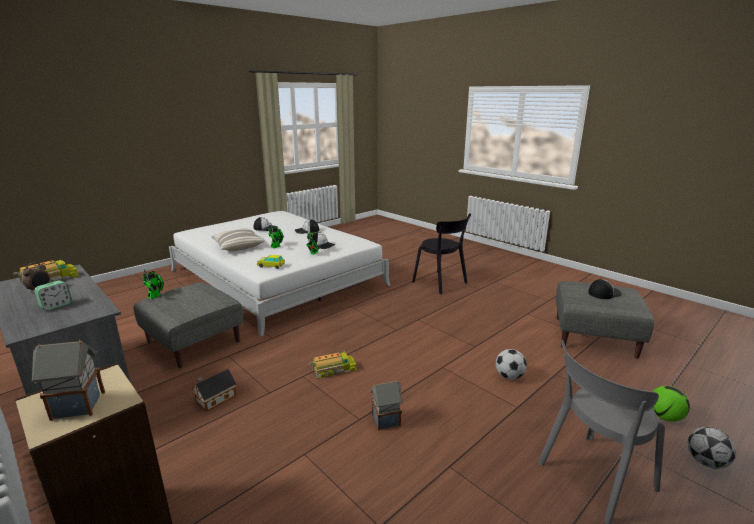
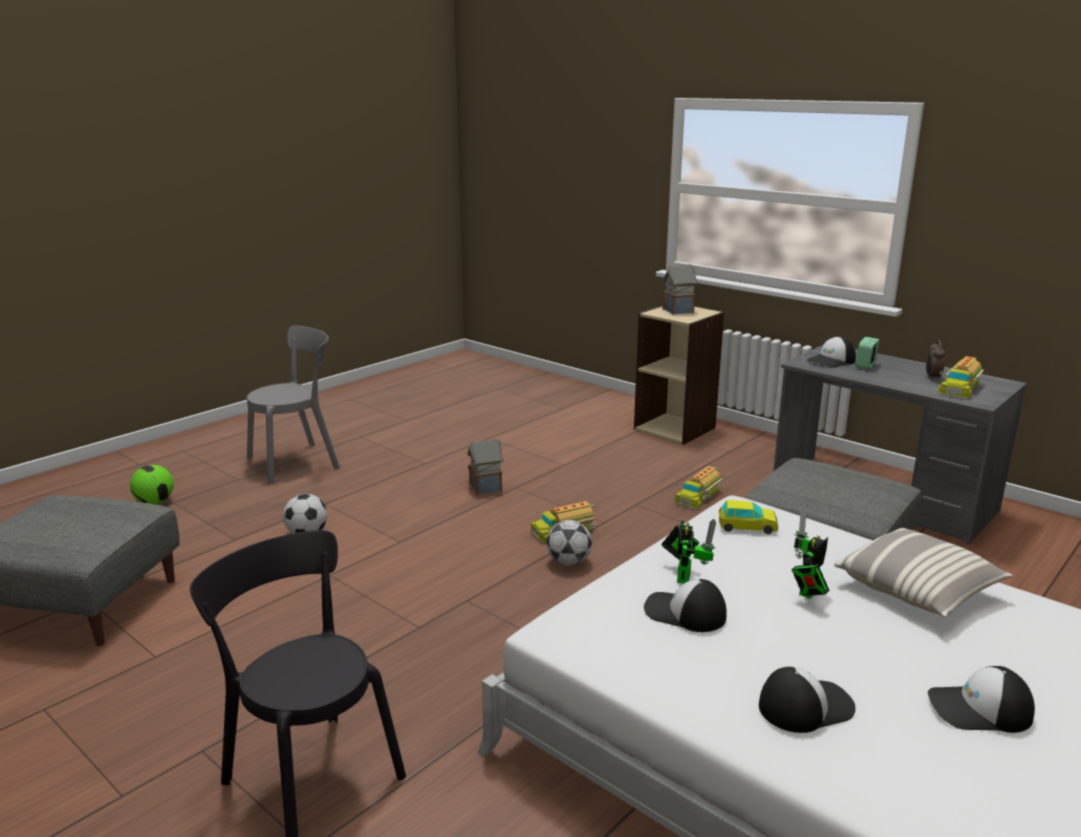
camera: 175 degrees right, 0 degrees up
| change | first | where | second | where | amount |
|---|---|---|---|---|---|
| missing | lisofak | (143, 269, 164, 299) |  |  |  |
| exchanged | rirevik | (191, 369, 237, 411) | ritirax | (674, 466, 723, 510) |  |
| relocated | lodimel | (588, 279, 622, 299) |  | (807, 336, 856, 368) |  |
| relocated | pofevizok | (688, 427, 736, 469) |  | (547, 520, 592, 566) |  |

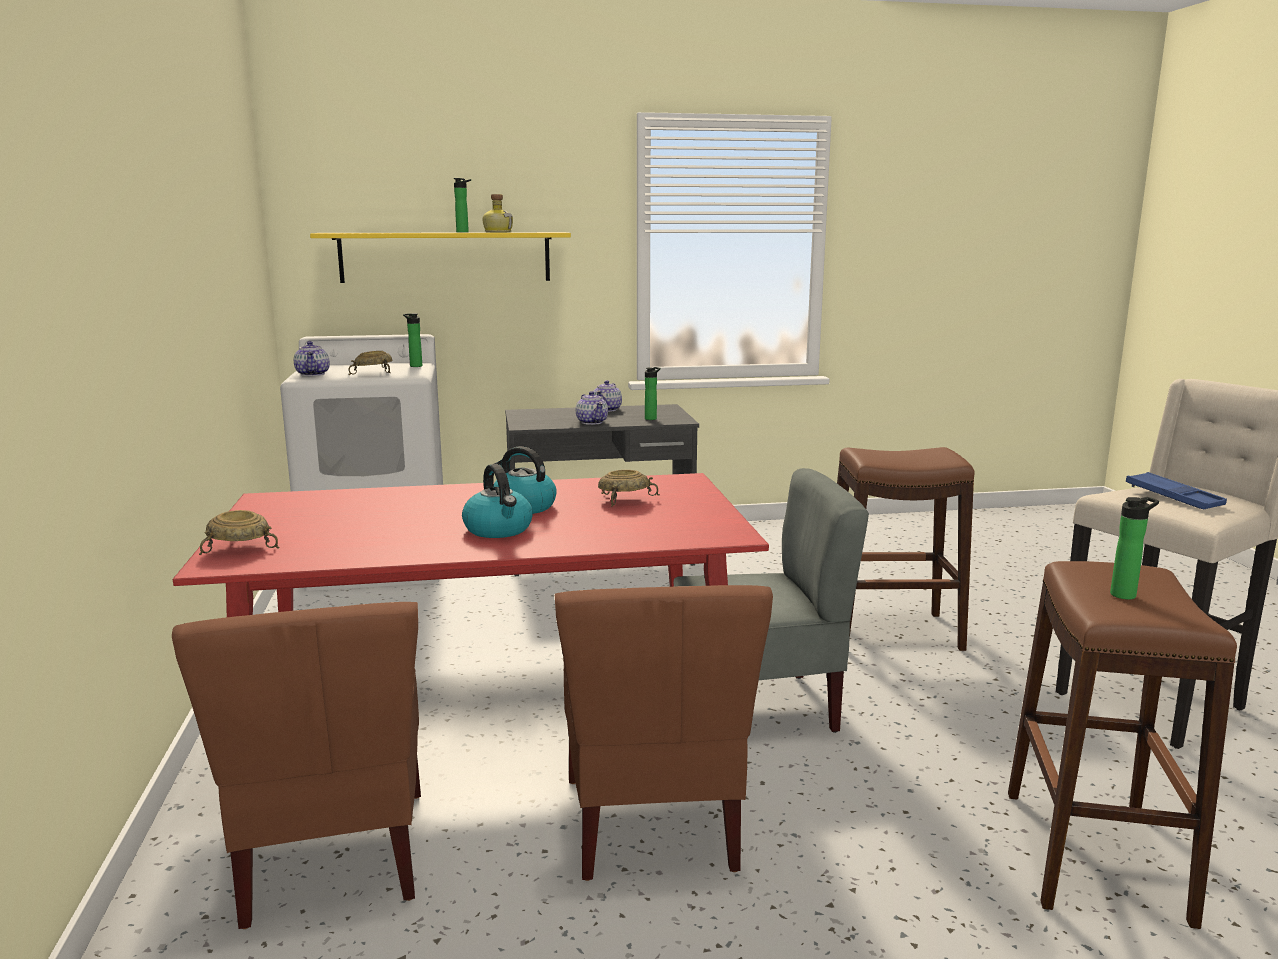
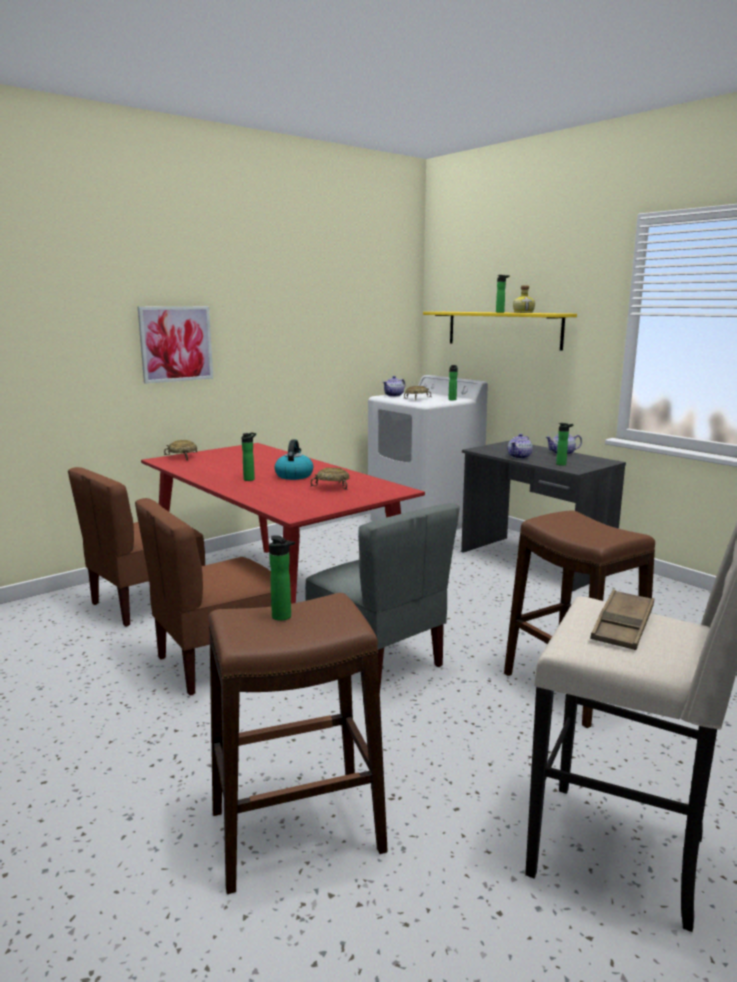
camera: 60 degrees right, 0 degrees up
| change | first | where | second | where | amount |
|---|---|---|---|---|---|
| exchanged | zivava | (462, 464, 533, 538) | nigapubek | (242, 433, 256, 481) |  |
| colour | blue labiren | (1126, 472, 1227, 509) | brown labiren | (590, 589, 654, 650) |  |
| appeared |  |  | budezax | (138, 306, 213, 384) |  |

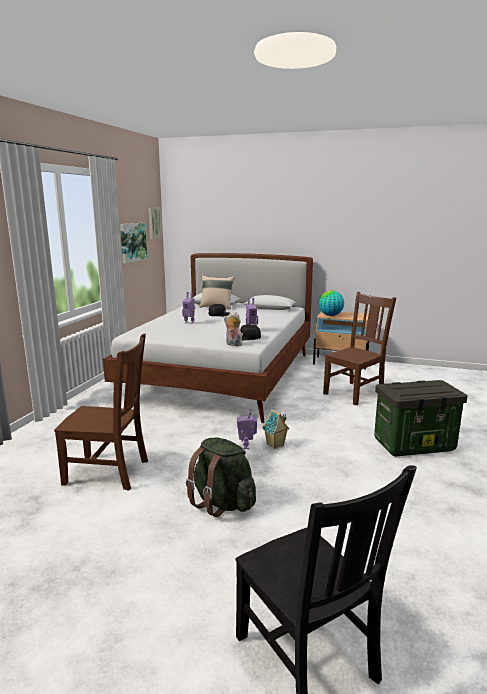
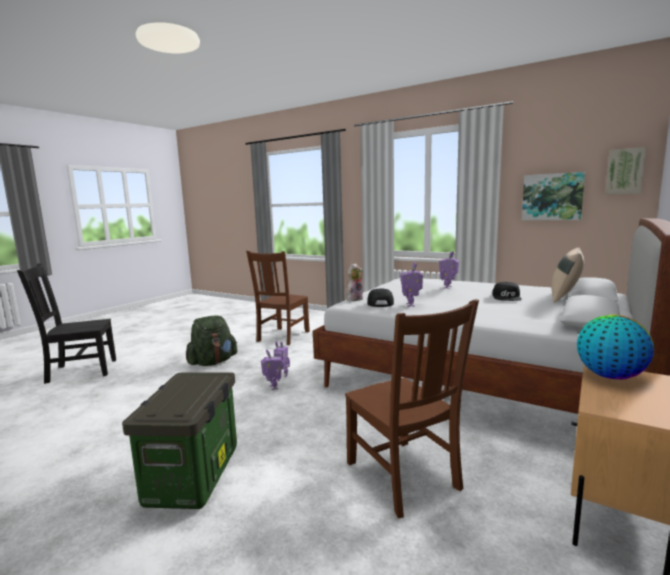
camera: 105 degrees right, 5 degrees down
| change | first | where | second | where | amount |
|---|---|---|---|---|---|
| exchanged | rirevik | (262, 409, 289, 449) | lisofak | (261, 350, 282, 390) |  |

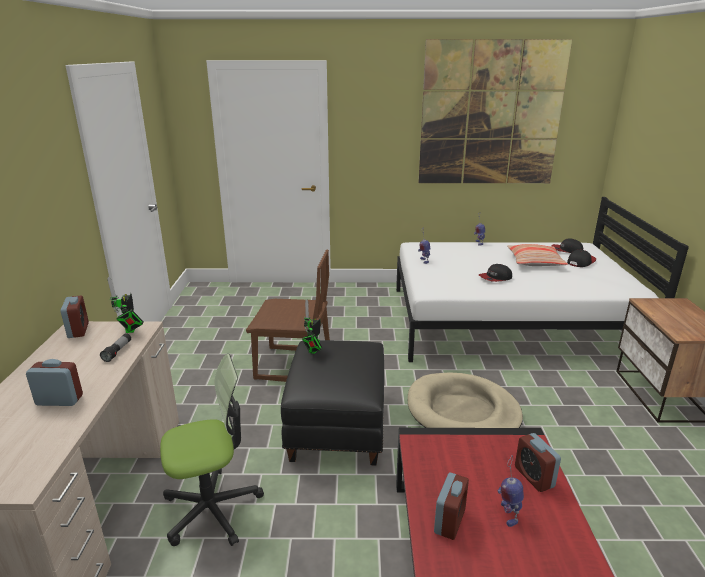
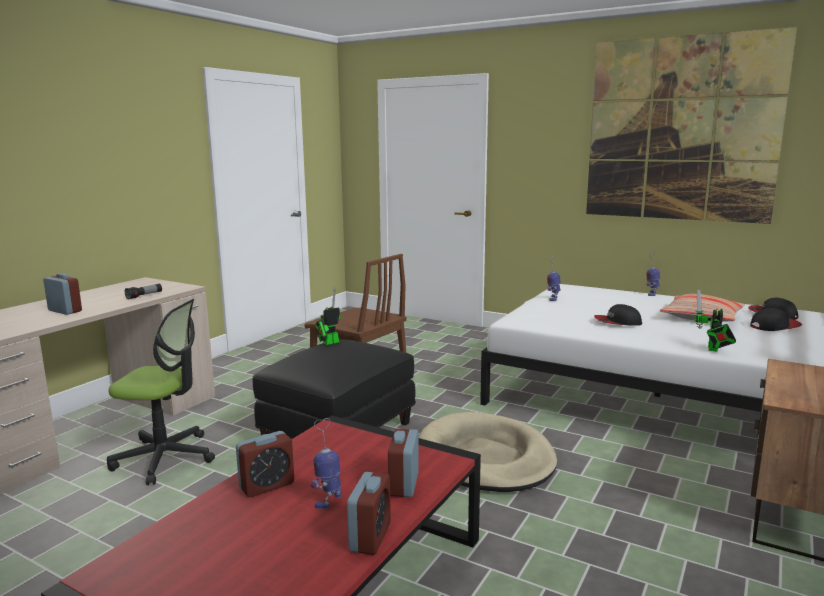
camera: 30 degrees right, 10 degrees down
| change | first | where | second | where | amount |
|---|---|---|---|---|---|
| relocated | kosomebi | (61, 295, 89, 338) |  | (347, 472, 391, 555) |  |
| relocated | lisofak | (107, 277, 144, 333) |  | (694, 289, 736, 352) |  |

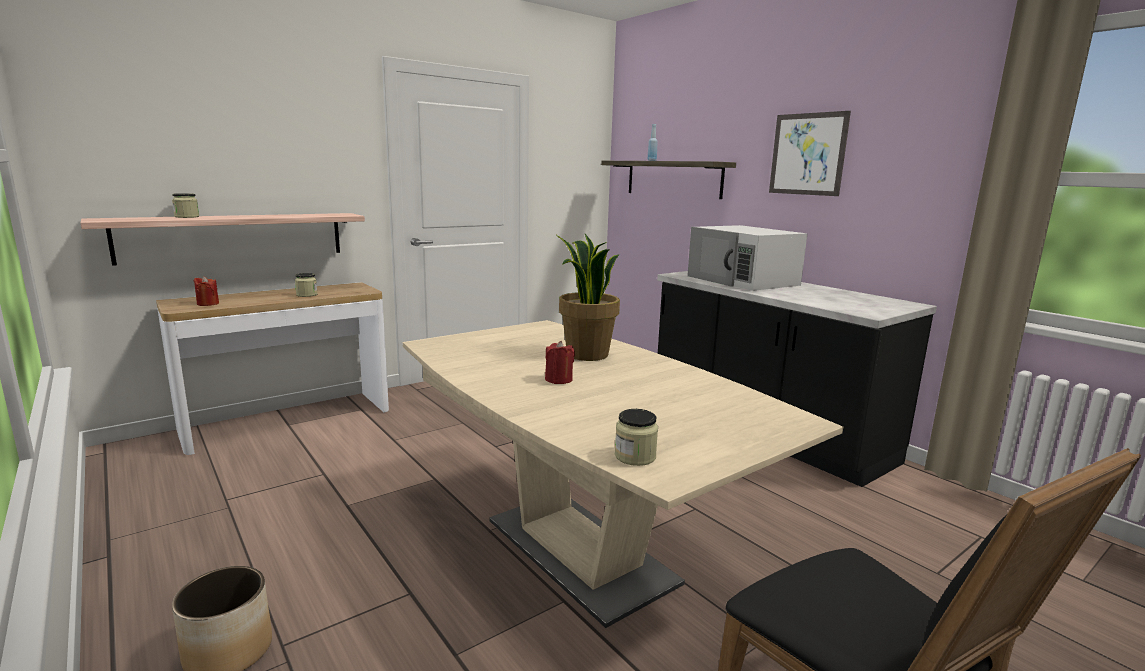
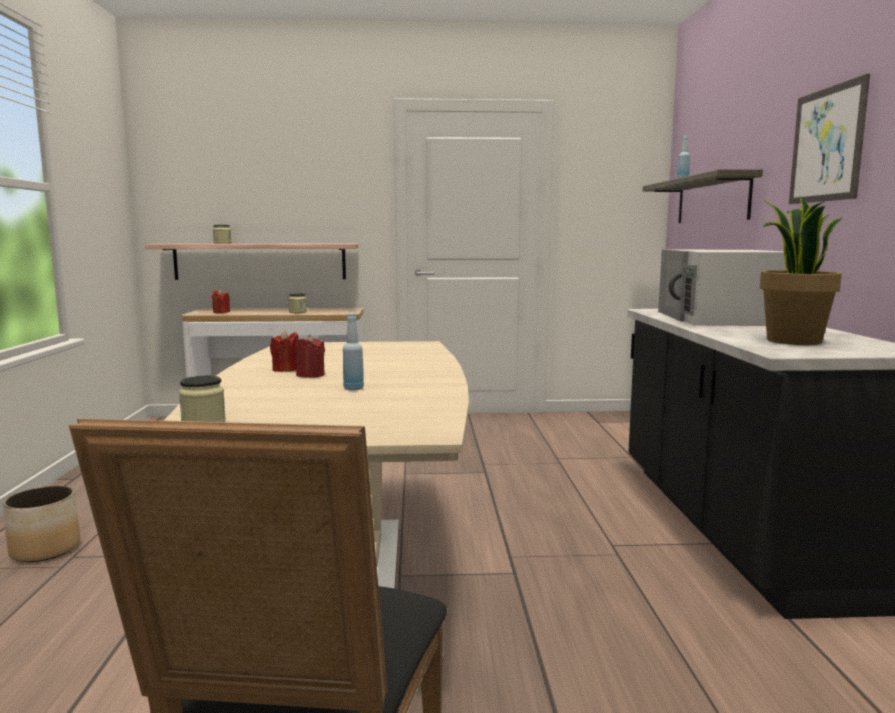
camera: 35 degrees right, 5 degrees down
| change | first | where | second | where | amount |
|---|---|---|---|---|---|
| relocated | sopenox | (555, 234, 620, 361) |  | (760, 196, 843, 345) |  |
| appeared |  |  | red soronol | (270, 330, 299, 372) |  |
| appeared |  |  | blue nigapubek | (343, 313, 364, 391) |  |

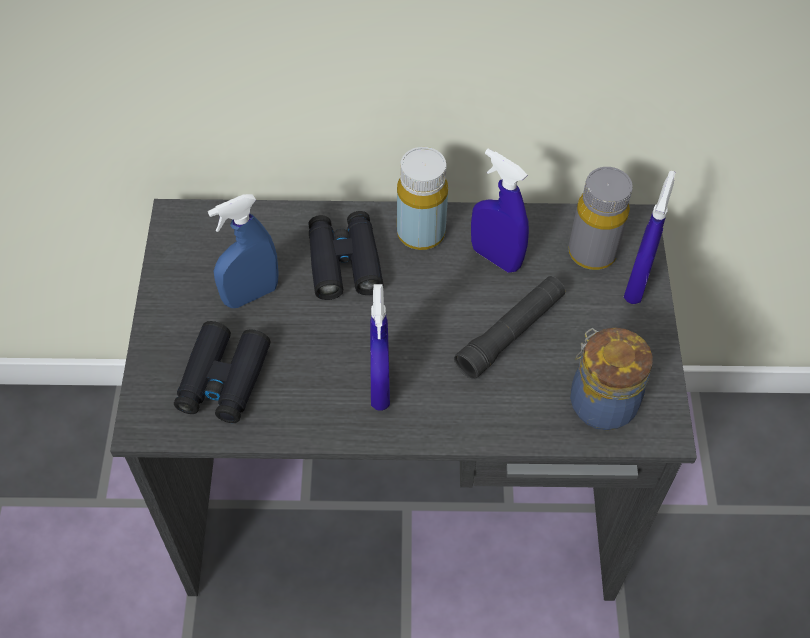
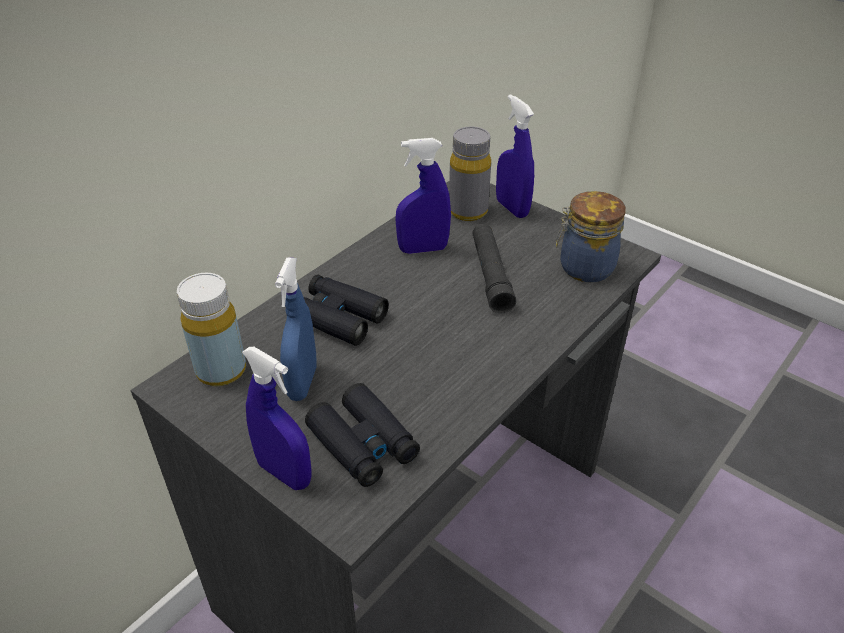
camera: 50 degrees left, 15 degrees down
| change | first | where | second | where | amount |
|---|---|---|---|---|---|
| relocated | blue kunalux | (370, 284, 390, 411) |  | (242, 347, 312, 490) |  |
| relocated | yellow nigapubek | (397, 147, 448, 250) |  | (177, 273, 246, 386) |  |

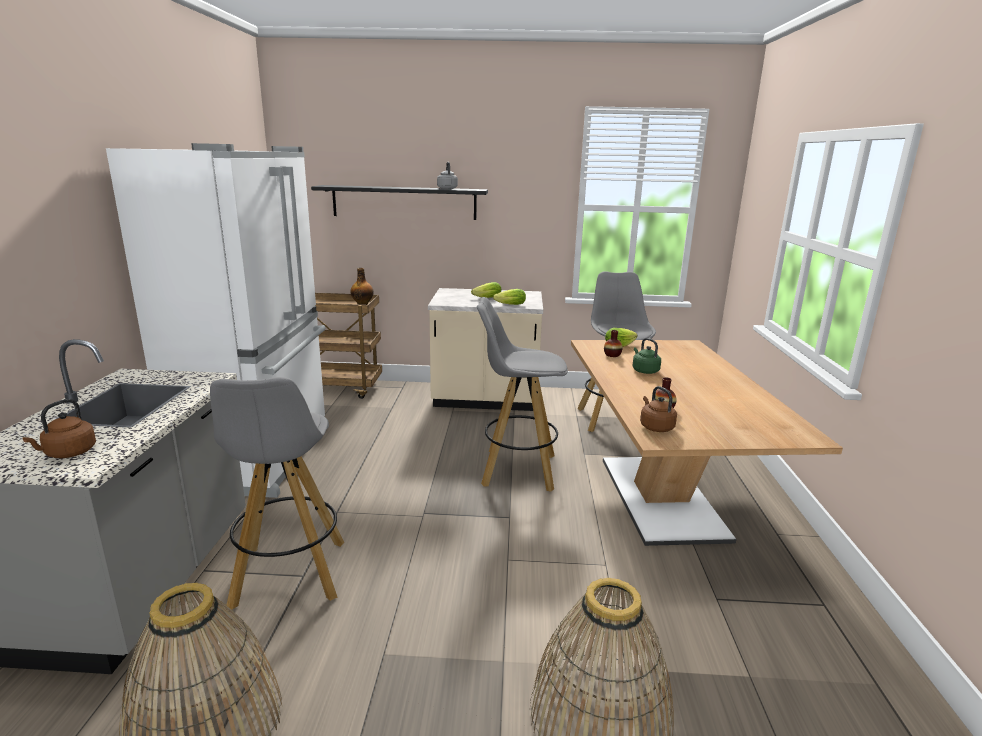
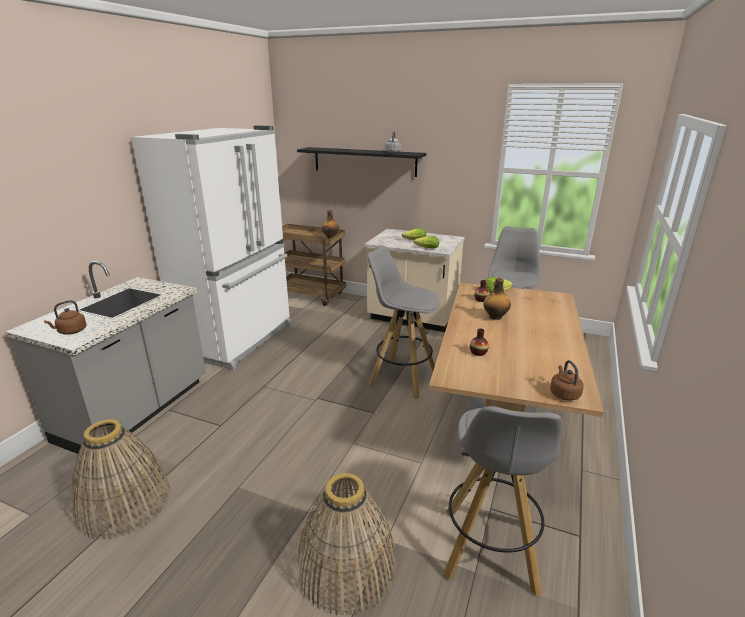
camera: 20 degrees right, 5 degrees up
| change | first | where | second | where | amount |
|---|---|---|---|---|---|
| relocated | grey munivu | (210, 377, 344, 609) |  | (443, 406, 562, 596) |  |
| exchanged | green zivava | (632, 338, 661, 374) | nigapubek | (483, 278, 511, 320) |  |
| relocated | brown zivava | (640, 386, 677, 432) |  | (550, 360, 584, 401) |  |

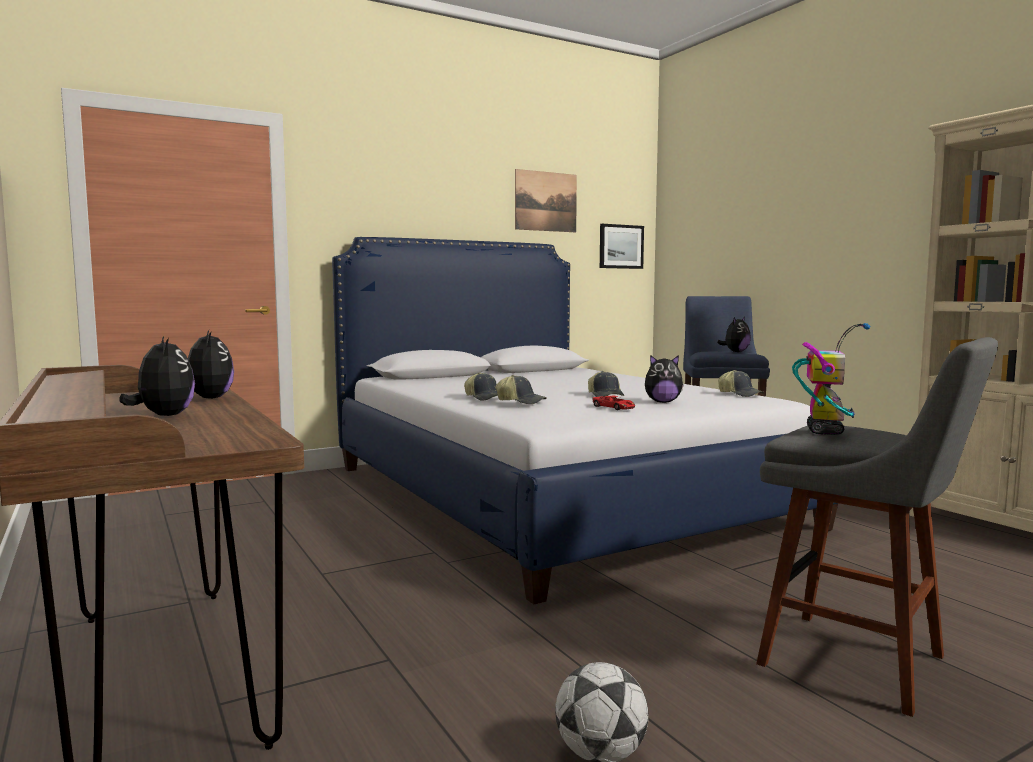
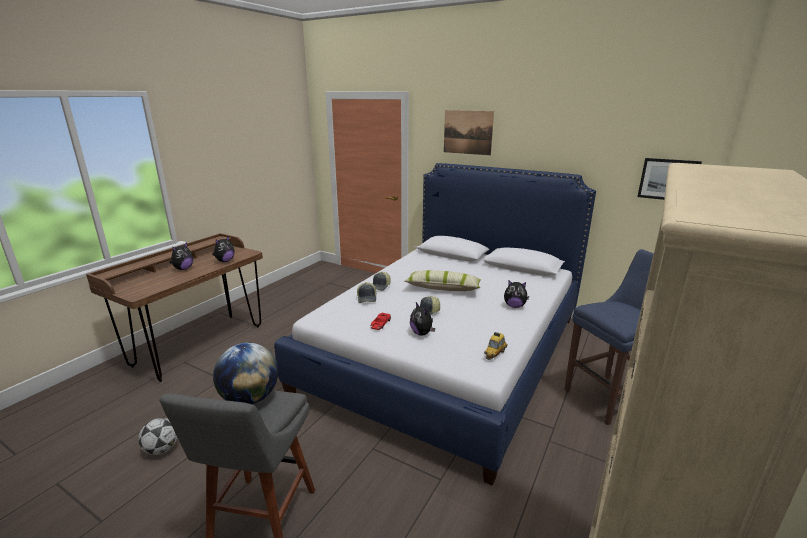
camera: 60 degrees right, 15 degrees up
| change | first | where | second | where | amount |
|---|---|---|---|---|---|
| relocated | budezax | (515, 169, 577, 232) |  | (444, 110, 494, 155) |  |
| relocated | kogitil | (717, 317, 751, 352) |  | (504, 280, 529, 308) |  |
| exchanged | lodimel | (718, 370, 764, 397) | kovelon | (484, 332, 508, 360) |  |
| exchanged | lisofak | (792, 323, 870, 435) | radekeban | (213, 342, 278, 404) |  |
| appeared |  |  | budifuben | (404, 270, 481, 291) |  |

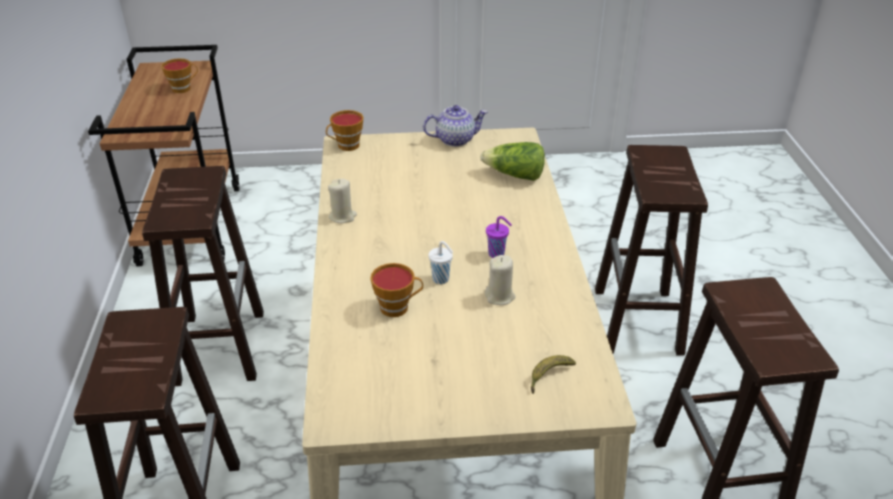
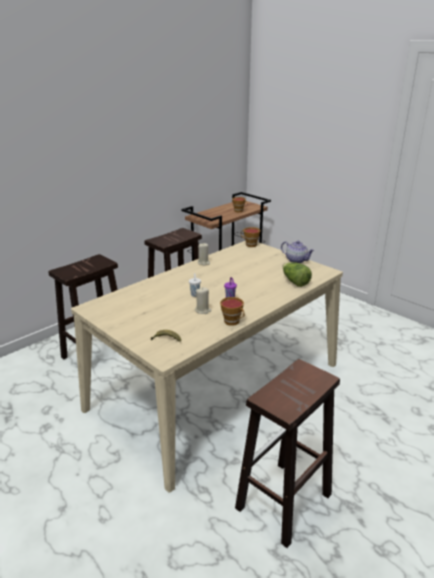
camera: 50 degrees right, 10 degrees down
| change | first | where | second | where | amount |
|---|---|---|---|---|---|
| relocated | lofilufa | (370, 263, 423, 317) |  | (220, 297, 245, 326) |  |
| missing | brown munivu | (595, 145, 708, 356) |  |  |  |

